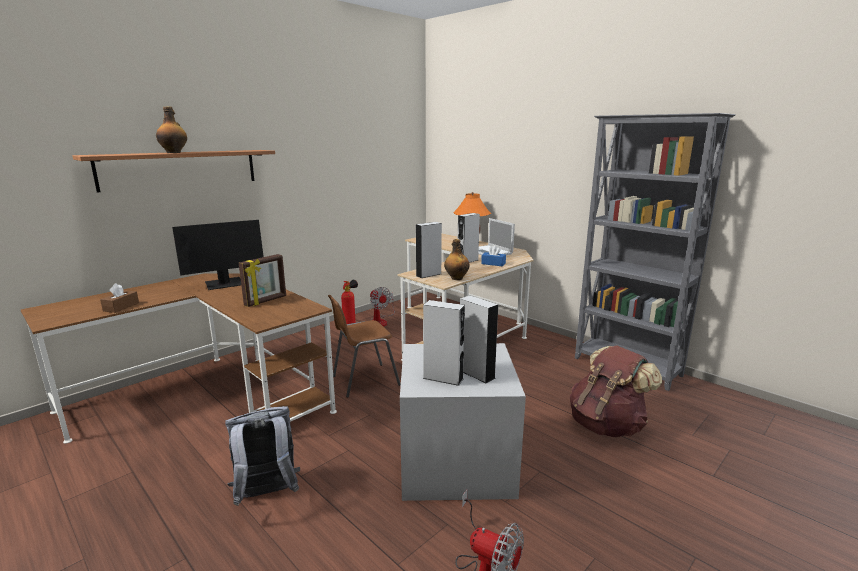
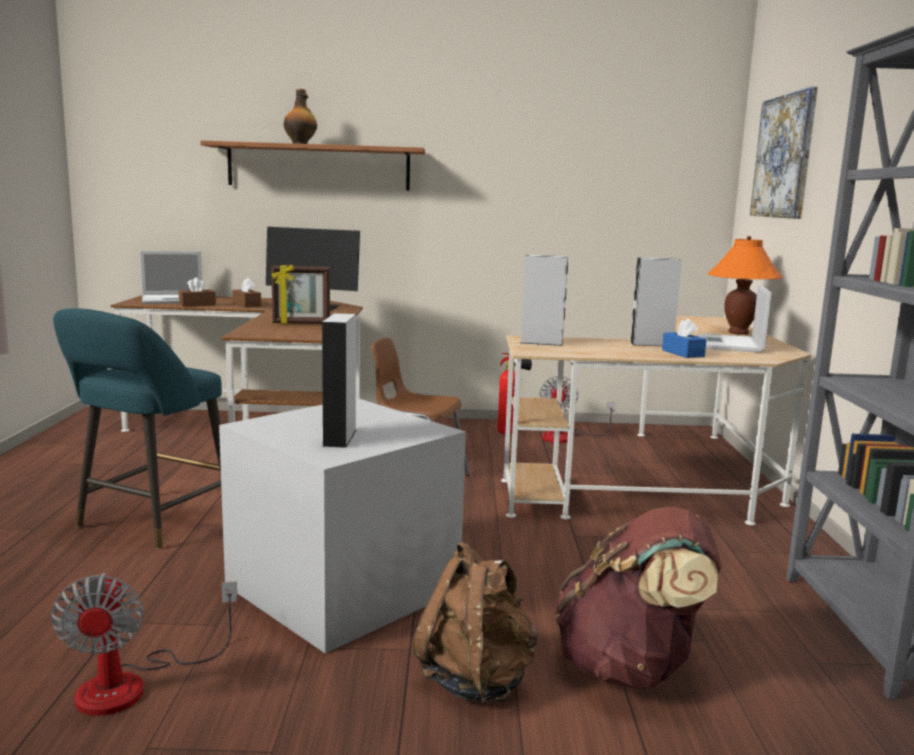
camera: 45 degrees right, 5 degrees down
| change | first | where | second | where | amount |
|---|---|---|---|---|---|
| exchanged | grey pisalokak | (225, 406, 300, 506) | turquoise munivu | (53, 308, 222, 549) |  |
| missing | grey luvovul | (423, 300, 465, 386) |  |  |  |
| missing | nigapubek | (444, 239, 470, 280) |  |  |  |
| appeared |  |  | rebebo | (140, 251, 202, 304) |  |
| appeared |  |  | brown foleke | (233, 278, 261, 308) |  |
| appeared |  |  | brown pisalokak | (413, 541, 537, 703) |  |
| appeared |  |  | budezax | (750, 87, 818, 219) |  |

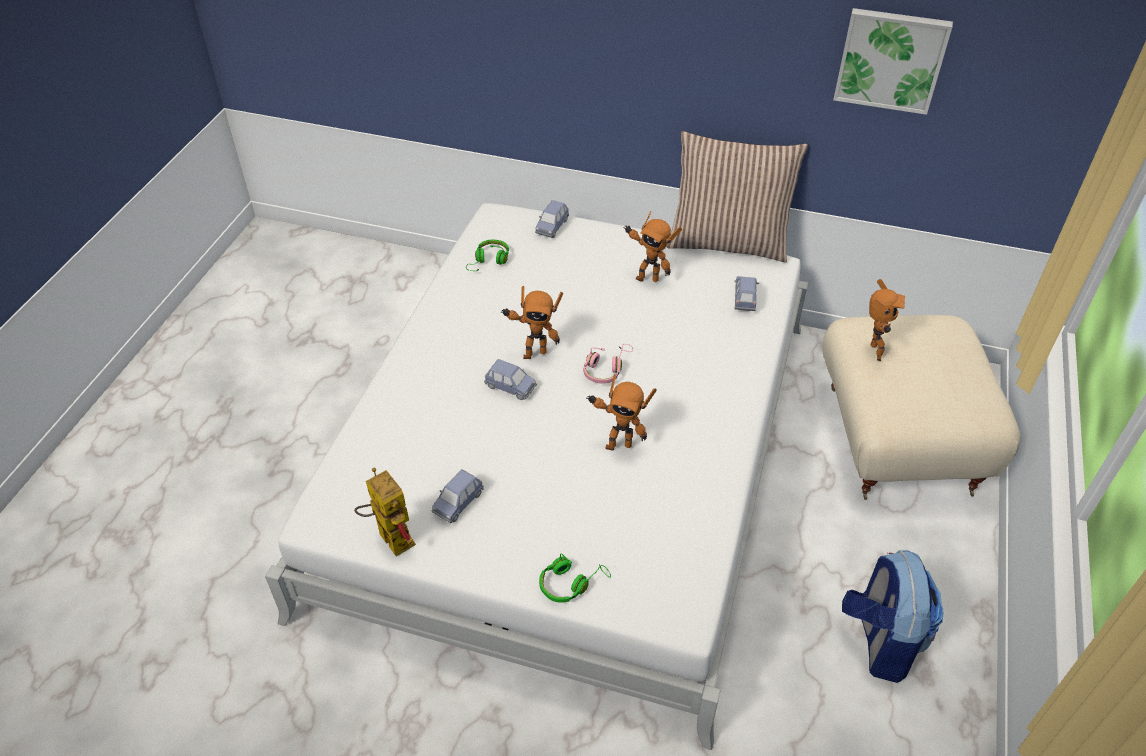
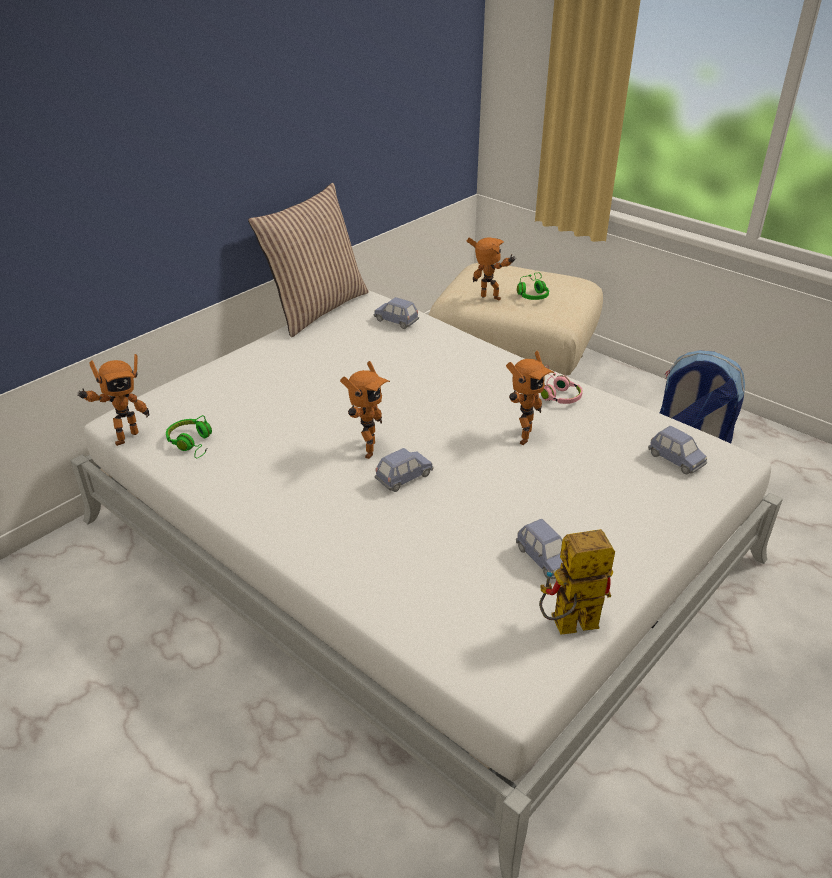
camera: 65 degrees left, 10 degrees down
| change | first | where | second | where | amount |
|---|---|---|---|---|---|
| relocated | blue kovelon | (535, 200, 569, 238) |  | (648, 426, 708, 474) |  |
| relocated | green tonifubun | (539, 554, 611, 603) |  | (517, 273, 549, 300) |  |
| relocated | pink tonifubun | (583, 344, 633, 384) |  | (541, 365, 583, 404) |  |
| relocated | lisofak | (623, 211, 682, 282) |  | (77, 354, 149, 446) |  |
| missing | budezax | (833, 8, 953, 115) |  |  |  |

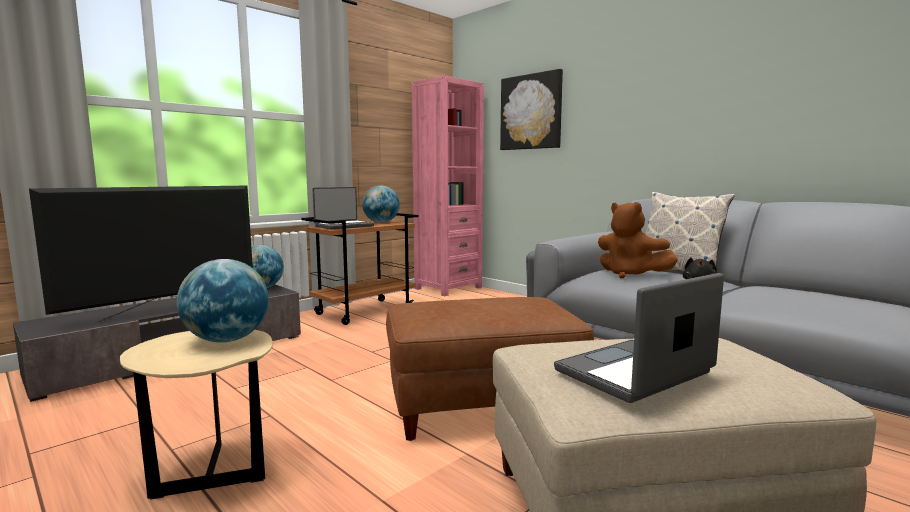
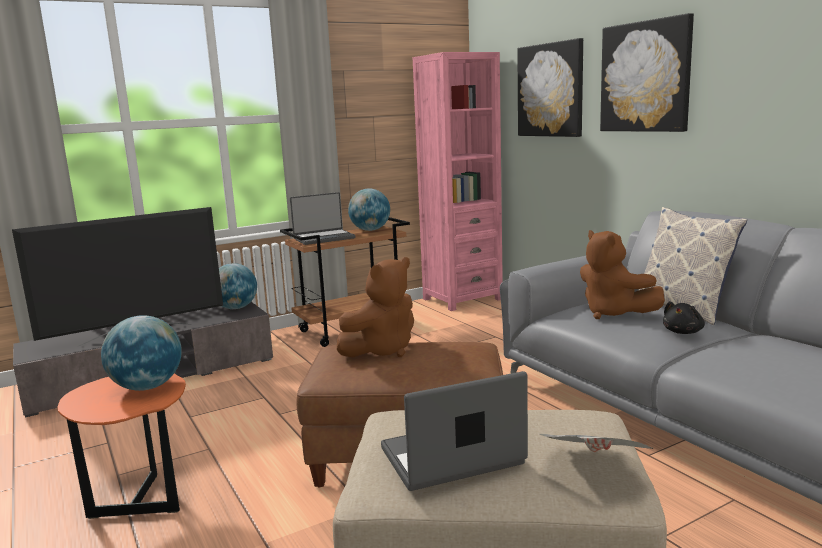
camera: 15 degrees right, 5 degrees up
| change | first | where | second | where | amount |
|---|---|---|---|---|---|
| colour | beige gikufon | (120, 330, 273, 500) | orange gikufon | (57, 374, 186, 519) |  |
| appeared |  |  | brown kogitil | (337, 257, 414, 357) |  |
| appeared |  |  | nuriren | (539, 434, 654, 452) |  |
| appeared |  |  | budezax | (600, 13, 694, 132) |  |

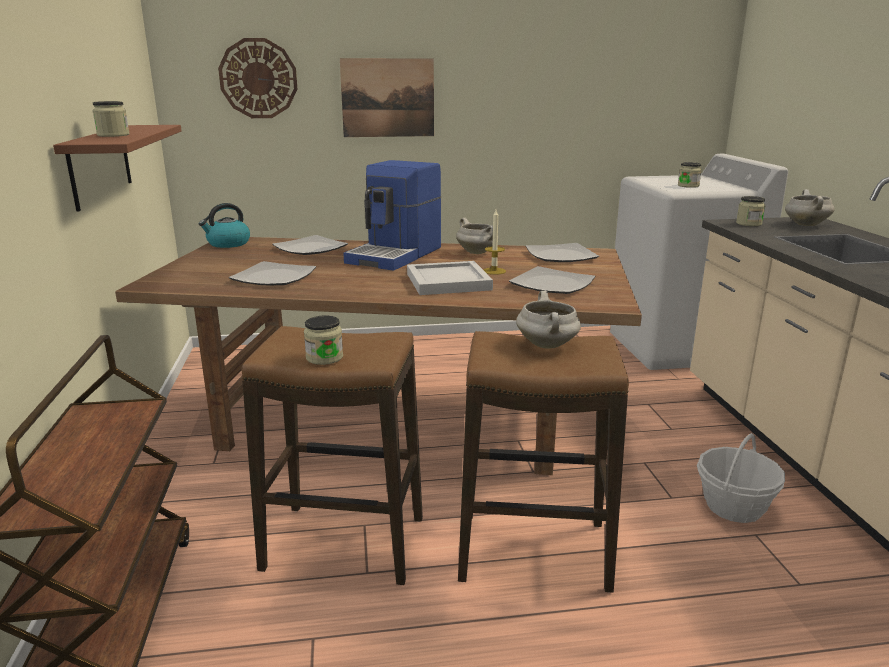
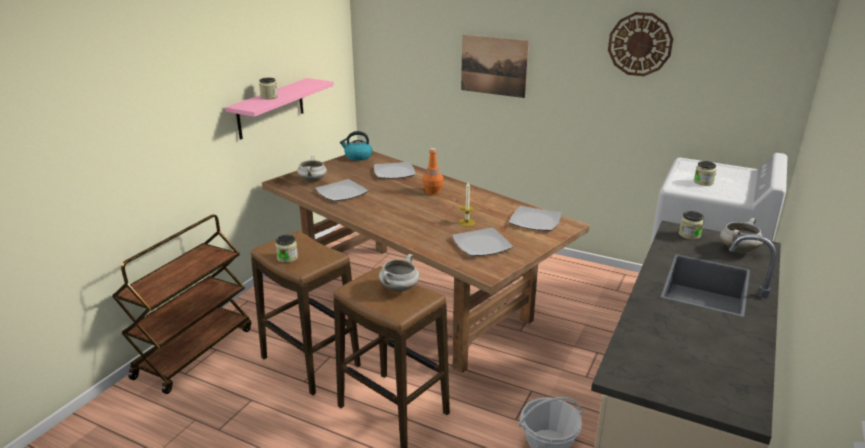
camera: 35 degrees right, 5 degrees up
| change | first | where | second | where | amount |
|---|---|---|---|---|---|
| colour | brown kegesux | (53, 125, 182, 212) | pink kegesux | (225, 78, 334, 140) |  |
| relocated | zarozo | (218, 38, 298, 118) |  | (608, 12, 673, 76) |  |
| exchanged | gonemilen | (343, 160, 441, 271) | orange nigapubek | (422, 148, 443, 195) |  |
| missing | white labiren | (407, 261, 493, 295) |  |  |  |
| relocated | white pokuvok | (456, 218, 493, 254) |  | (297, 155, 327, 183) |  |

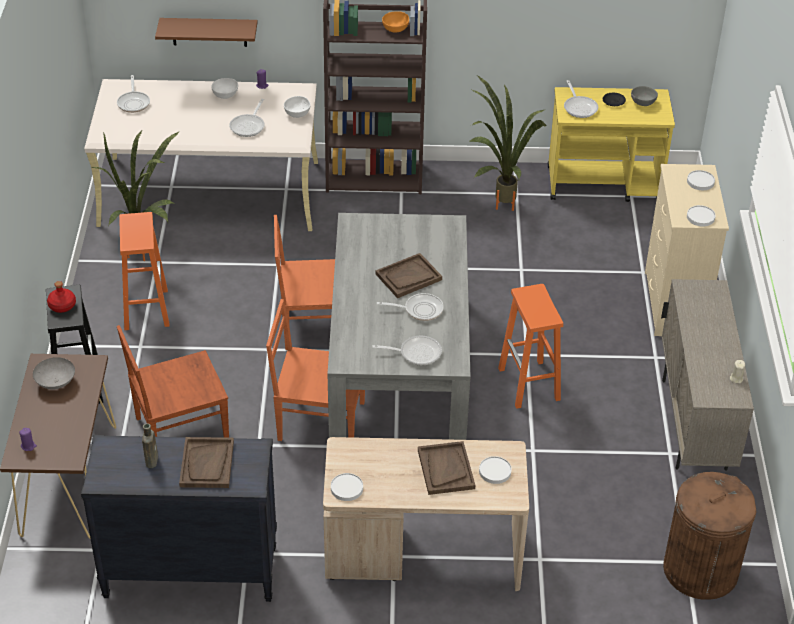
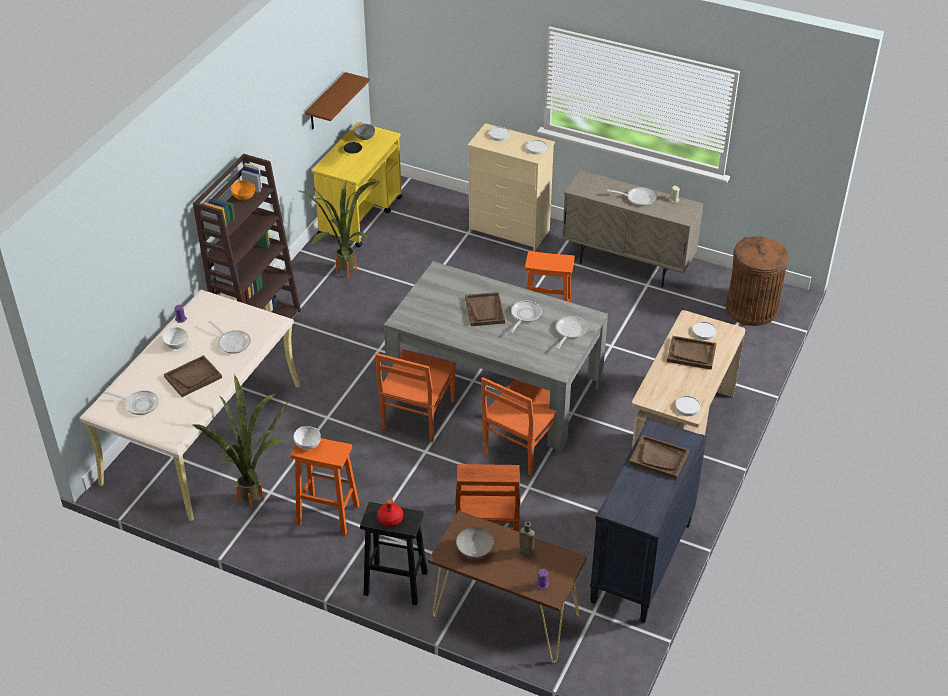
camera: 65 degrees left, 0 degrees up
| change | first | where | second | where | amount |
|---|---|---|---|---|---|
| relocated | brown nigapubek | (142, 423, 158, 468) |  | (519, 522, 535, 556) |  |
| relocated | brown kegesux | (155, 18, 258, 47) |  | (305, 72, 370, 130) |  |
| relocated | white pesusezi | (284, 96, 311, 118) |  | (294, 426, 321, 450) |  |
| relocated | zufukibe | (564, 80, 598, 118) |  | (607, 187, 656, 206) |  |
| appeared |  |  | brown labiren | (164, 355, 222, 397) |  |

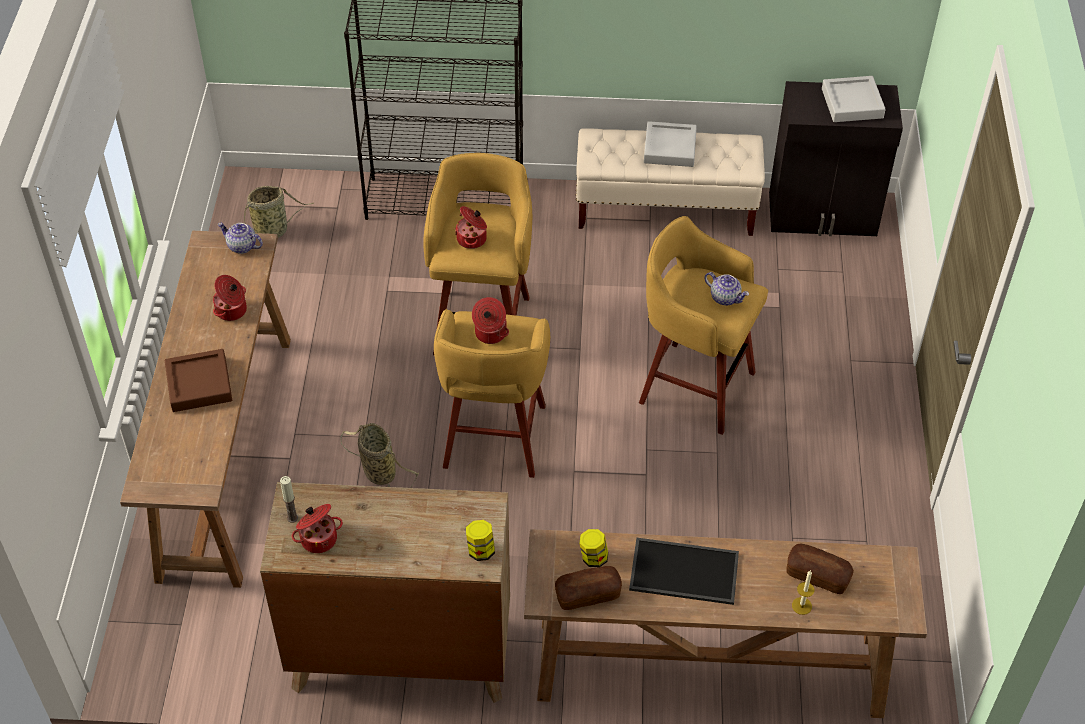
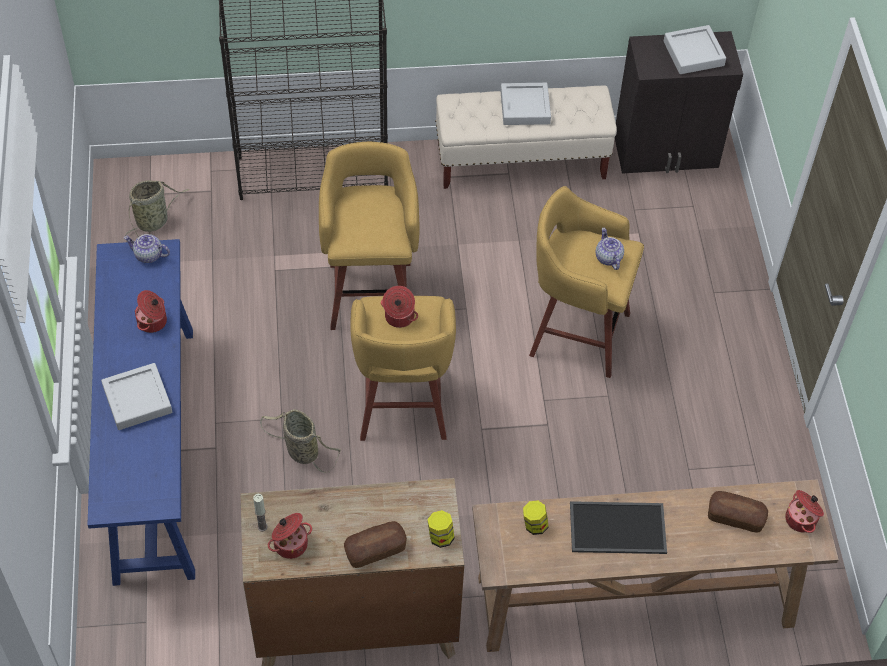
camera: 10 degrees left, 5 degrees up
| change | first | where | second | where | amount |
|---|---|---|---|---|---|
| colour | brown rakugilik | (120, 231, 291, 588) | blue rakugilik | (88, 239, 195, 586) |  |
| colour | brown labiren | (165, 349, 232, 412) | grey labiren | (101, 363, 172, 430) |  |
| relocated | pokuvok | (455, 206, 487, 249) |  | (785, 490, 824, 533) |  |
| relocated | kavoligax | (555, 566, 622, 610) |  | (344, 521, 407, 568) |  |
| spun | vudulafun | (704, 272, 749, 305) |  | (596, 228, 624, 270) | 135 degrees counterclockwise |
| missing | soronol | (792, 571, 815, 615) |  |  |  |

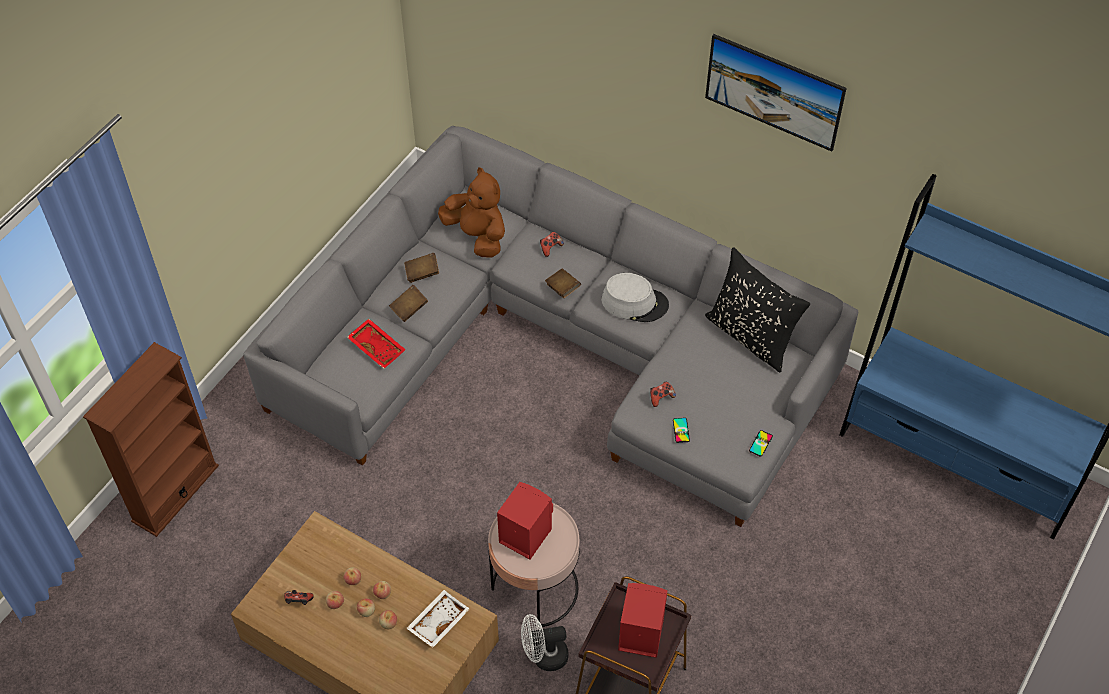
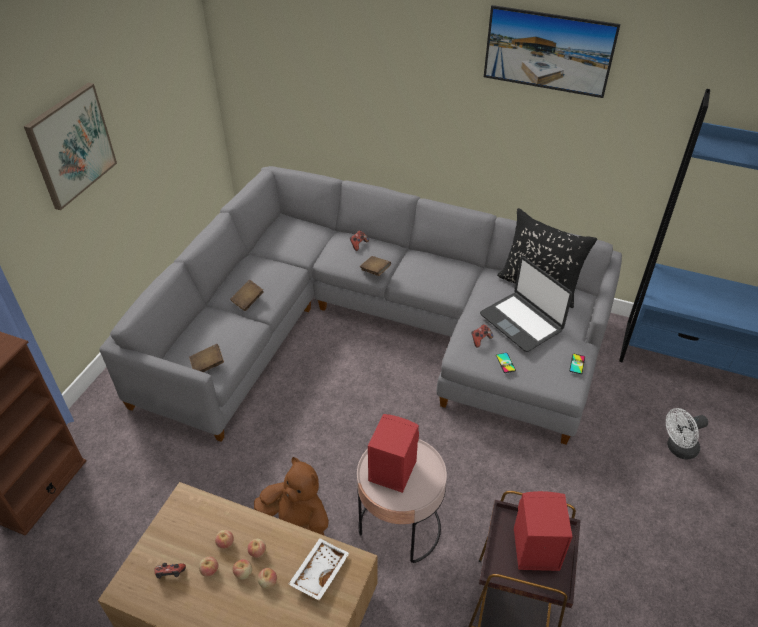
camera: 10 degrees left, 10 degrees down
| change | first | where | second | where | amount |
|---|---|---|---|---|---|
| missing | red labiren | (347, 319, 406, 369) |  |  |  |
| relocated | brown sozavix | (404, 253, 439, 283) |  | (189, 344, 224, 372) |  |
| relocated | brown kogitil | (438, 167, 505, 257) |  | (254, 457, 329, 536) |  |
| relocated | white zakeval | (521, 614, 569, 671) |  | (666, 408, 708, 460) |  |
| missing | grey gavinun | (601, 273, 669, 322) |  |  |  |
| appeared |  |  | budezax | (24, 83, 117, 210) |  |
| appeared |  |  | rebebo | (480, 257, 573, 352) |  |

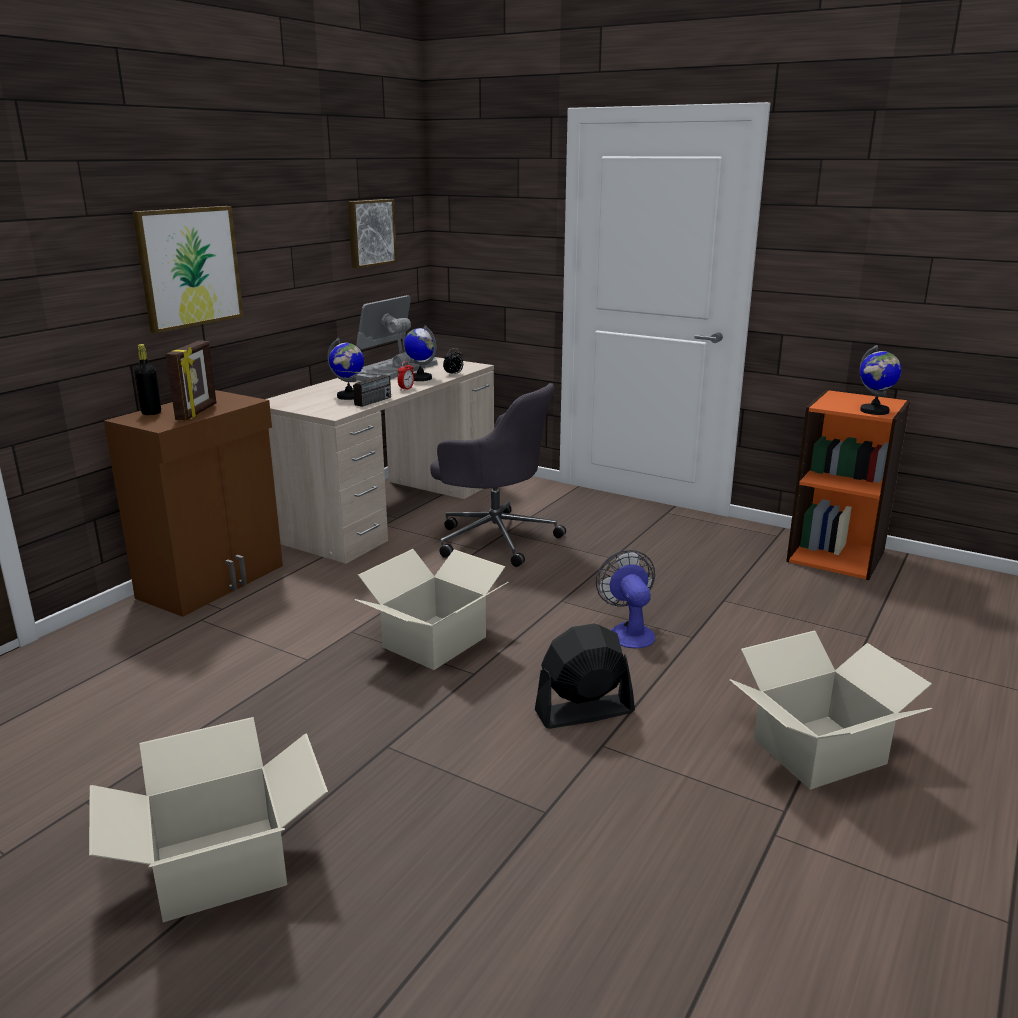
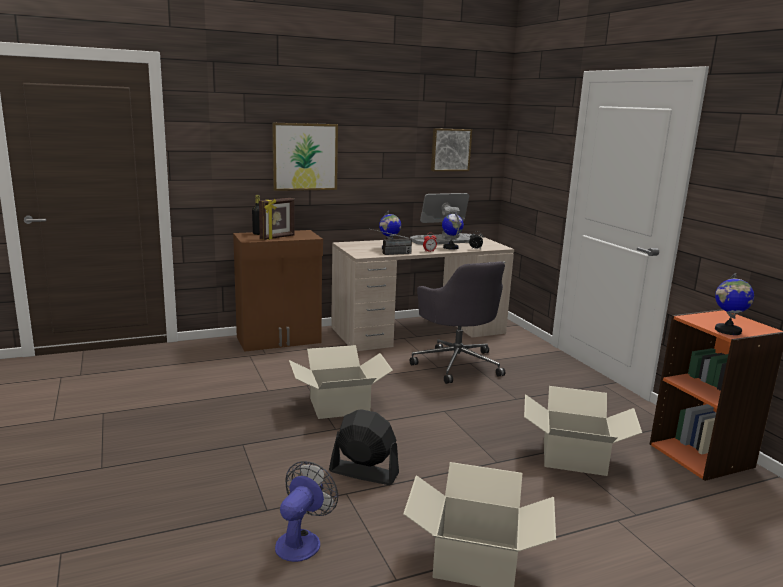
camera: 35 degrees right, 5 degrees down
| change | first | where | second | where | amount |
|---|---|---|---|---|---|
| relocated | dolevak | (89, 717, 328, 922) |  | (524, 386, 642, 476) |  |
| relocated | zakeval | (596, 550, 655, 648) |  | (275, 461, 338, 562) |  |

